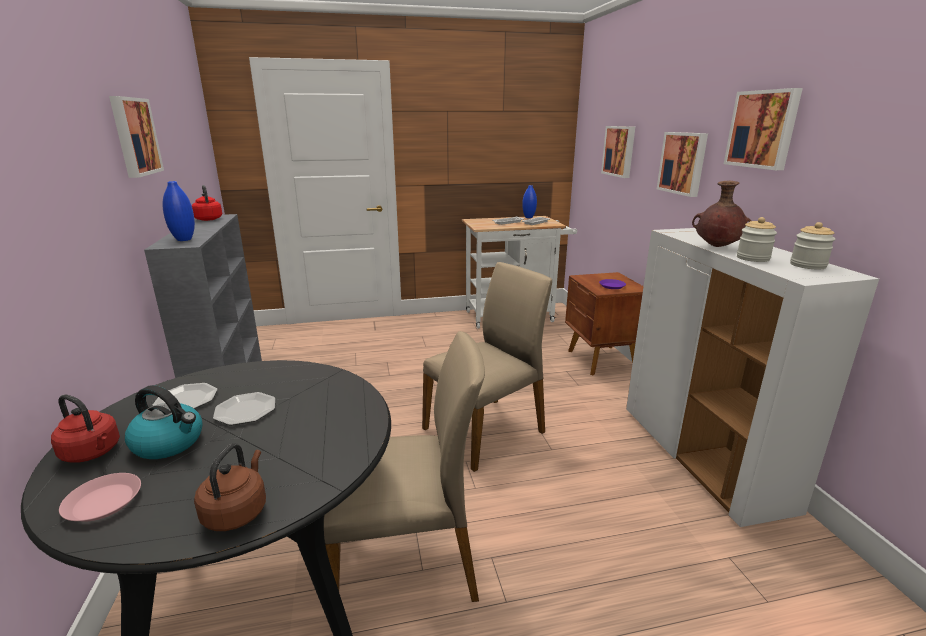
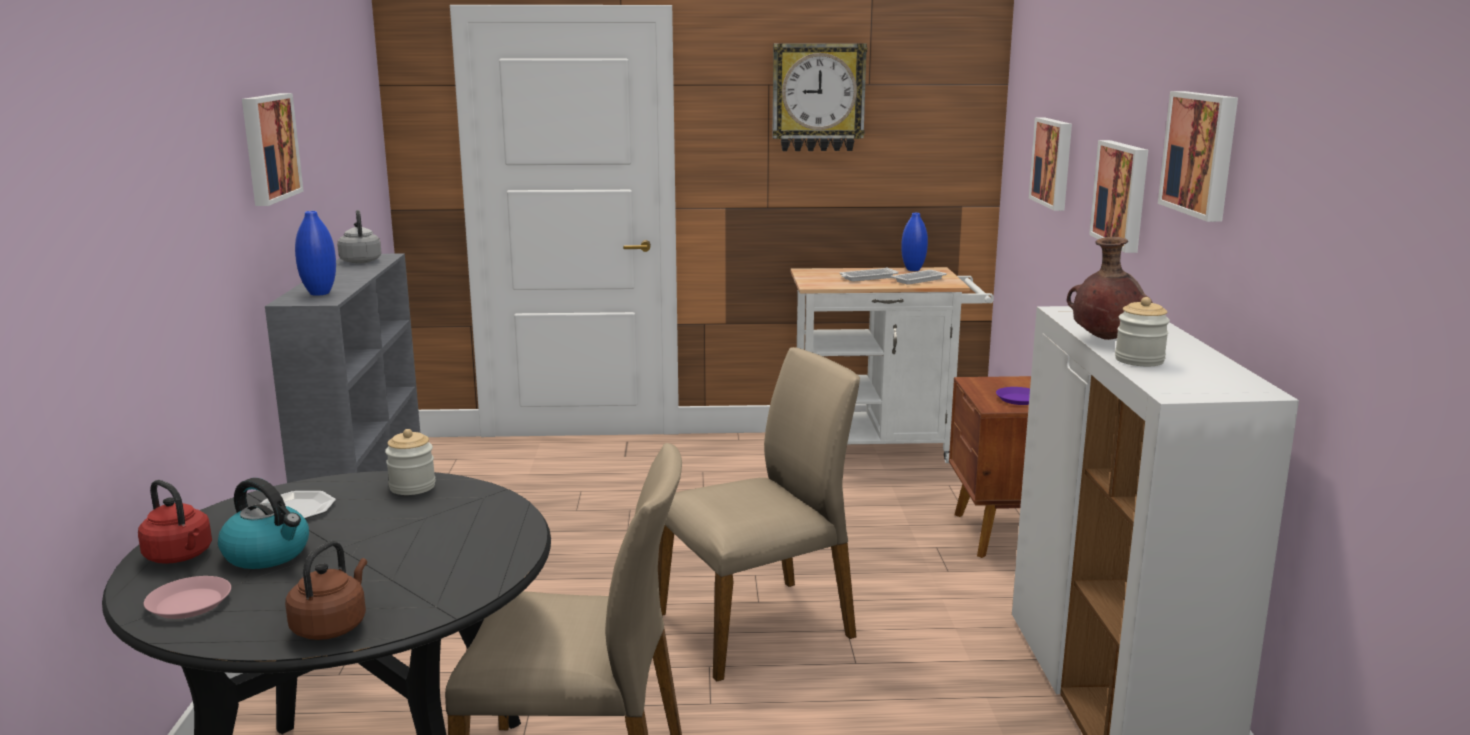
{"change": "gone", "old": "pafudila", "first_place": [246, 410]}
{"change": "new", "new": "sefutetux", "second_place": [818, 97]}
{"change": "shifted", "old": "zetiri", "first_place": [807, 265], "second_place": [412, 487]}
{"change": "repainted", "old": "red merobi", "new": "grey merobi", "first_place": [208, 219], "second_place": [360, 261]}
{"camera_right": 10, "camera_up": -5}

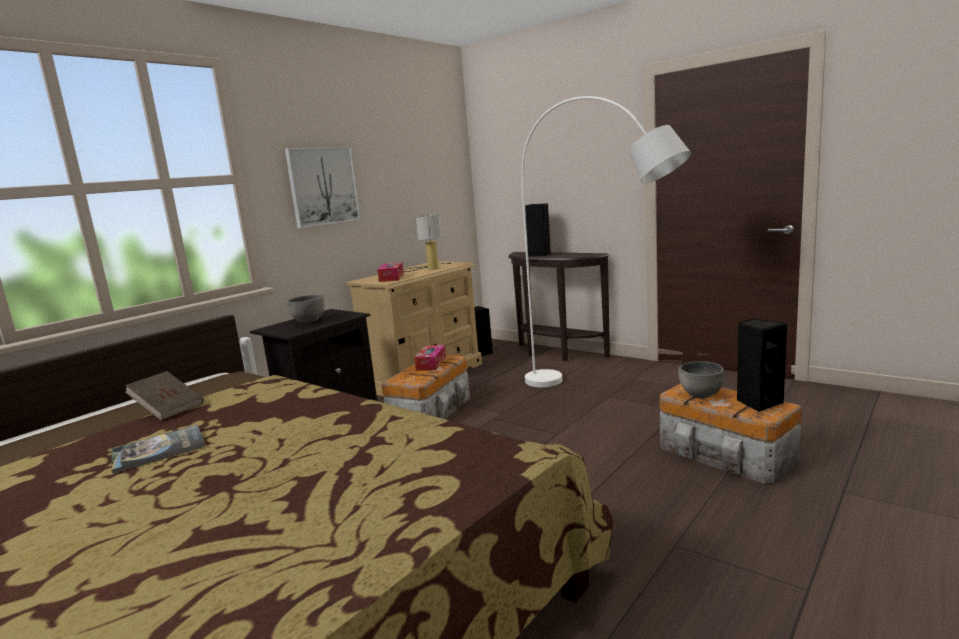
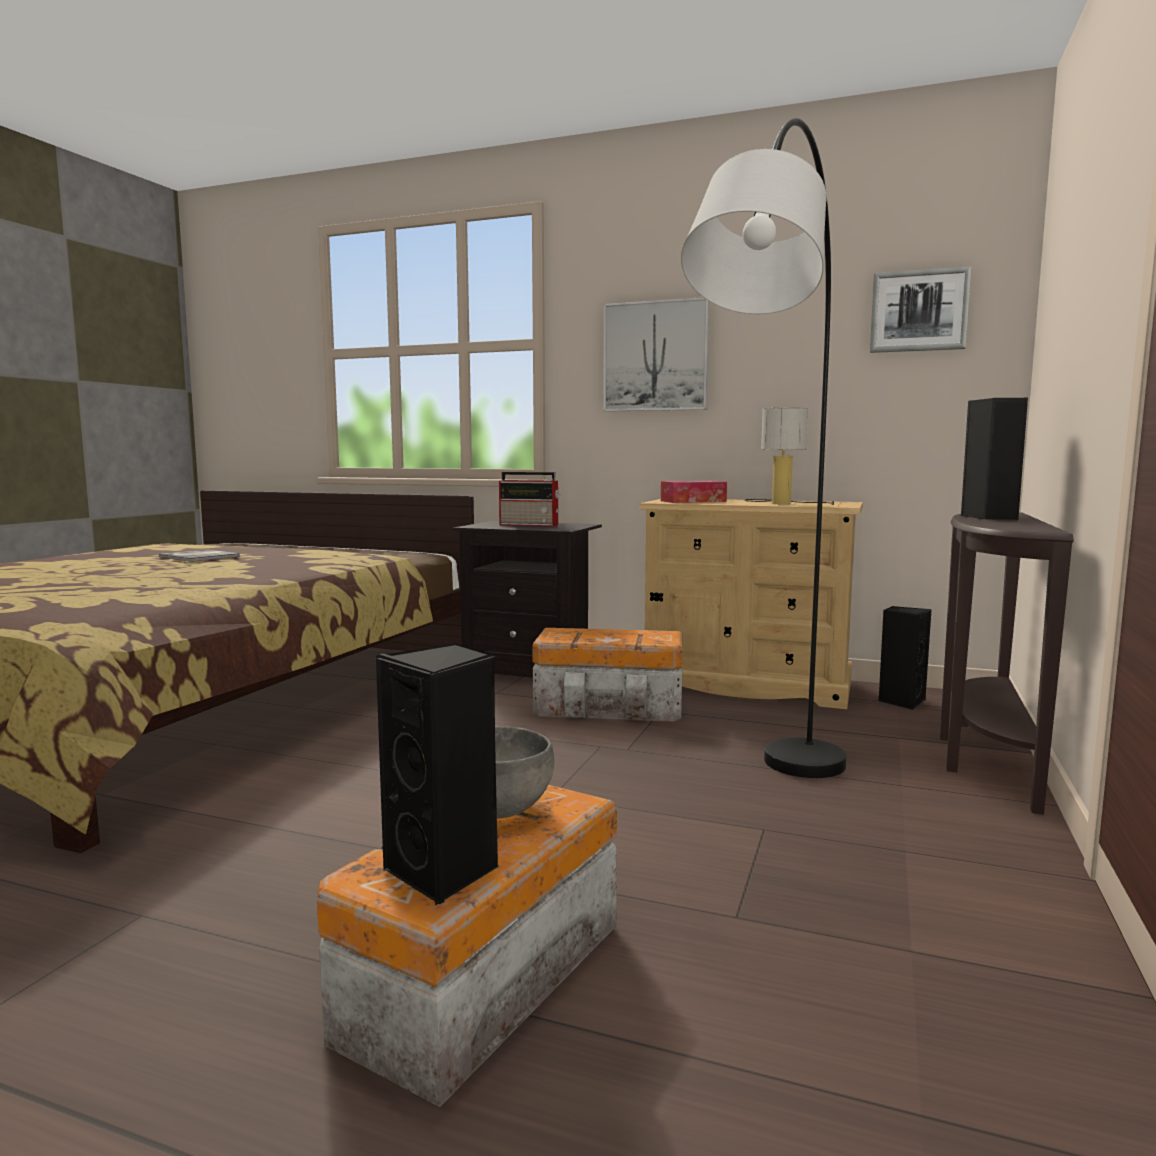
{"change": "gone", "old": "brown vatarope", "first_place": [168, 409]}
{"change": "gone", "old": "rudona", "first_place": [431, 363]}
{"change": "new", "new": "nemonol", "second_place": [919, 311]}
{"change": "swapped", "old": "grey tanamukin", "new": "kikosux", "first_place": [309, 321], "second_place": [530, 525]}
{"change": "repainted", "old": "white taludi", "new": "black taludi", "first_place": [604, 394], "second_place": [773, 823]}
{"camera_right": 70, "camera_up": -5}

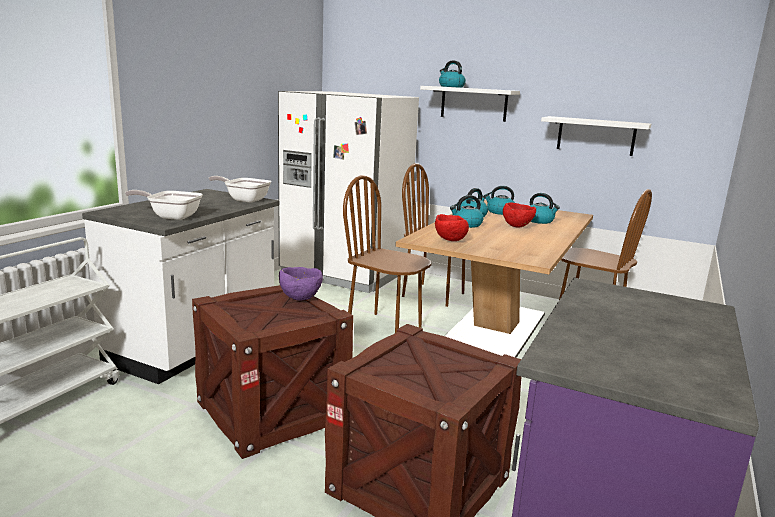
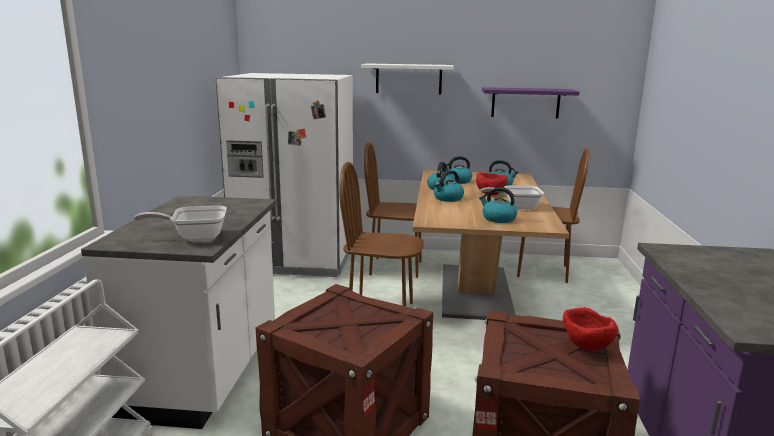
{"change": "gone", "old": "purple tanamukin", "first_place": [300, 297]}
{"change": "shifted", "old": "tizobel", "first_place": [244, 199], "second_place": [517, 206]}
{"change": "shifted", "old": "red tanamukin", "first_place": [449, 240], "second_place": [585, 347]}
{"change": "shifted", "old": "merobi", "first_place": [451, 87], "second_place": [498, 219]}
{"change": "repainted", "old": "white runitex", "new": "purple runitex", "first_place": [596, 136], "second_place": [525, 103]}
{"camera_right": -20, "camera_up": 0}

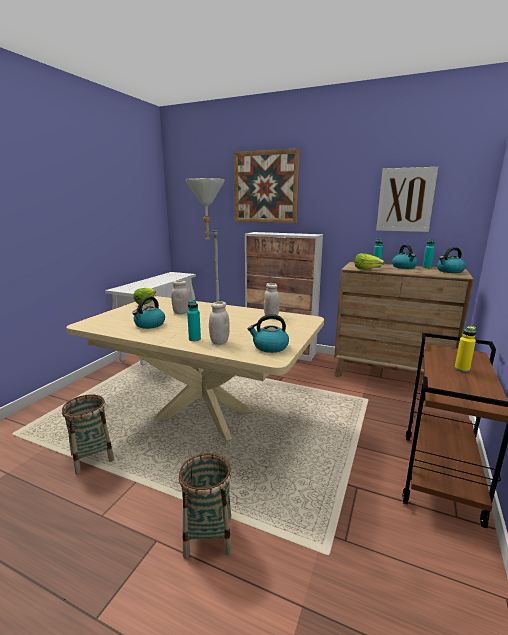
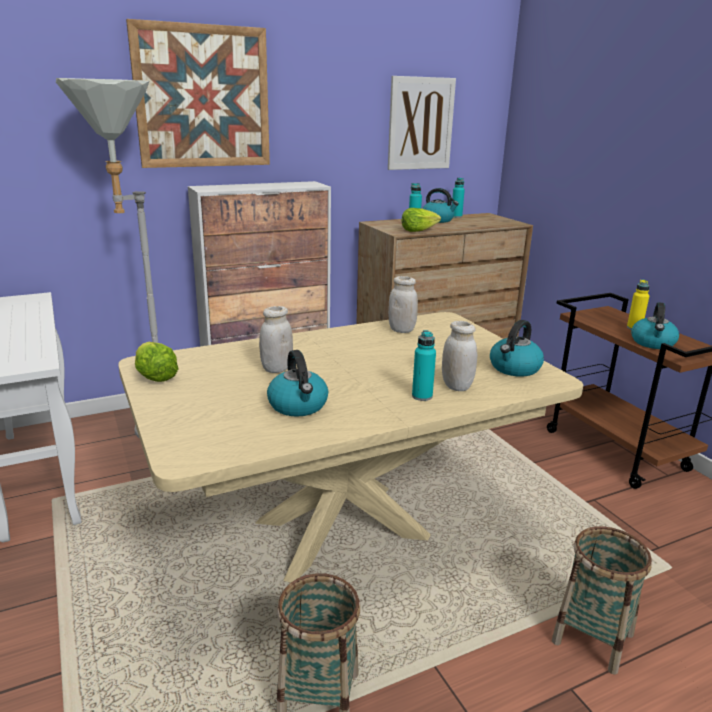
{"change": "shifted", "old": "merobi", "first_place": [449, 271], "second_place": [653, 343]}
{"camera_right": -50, "camera_up": 5}

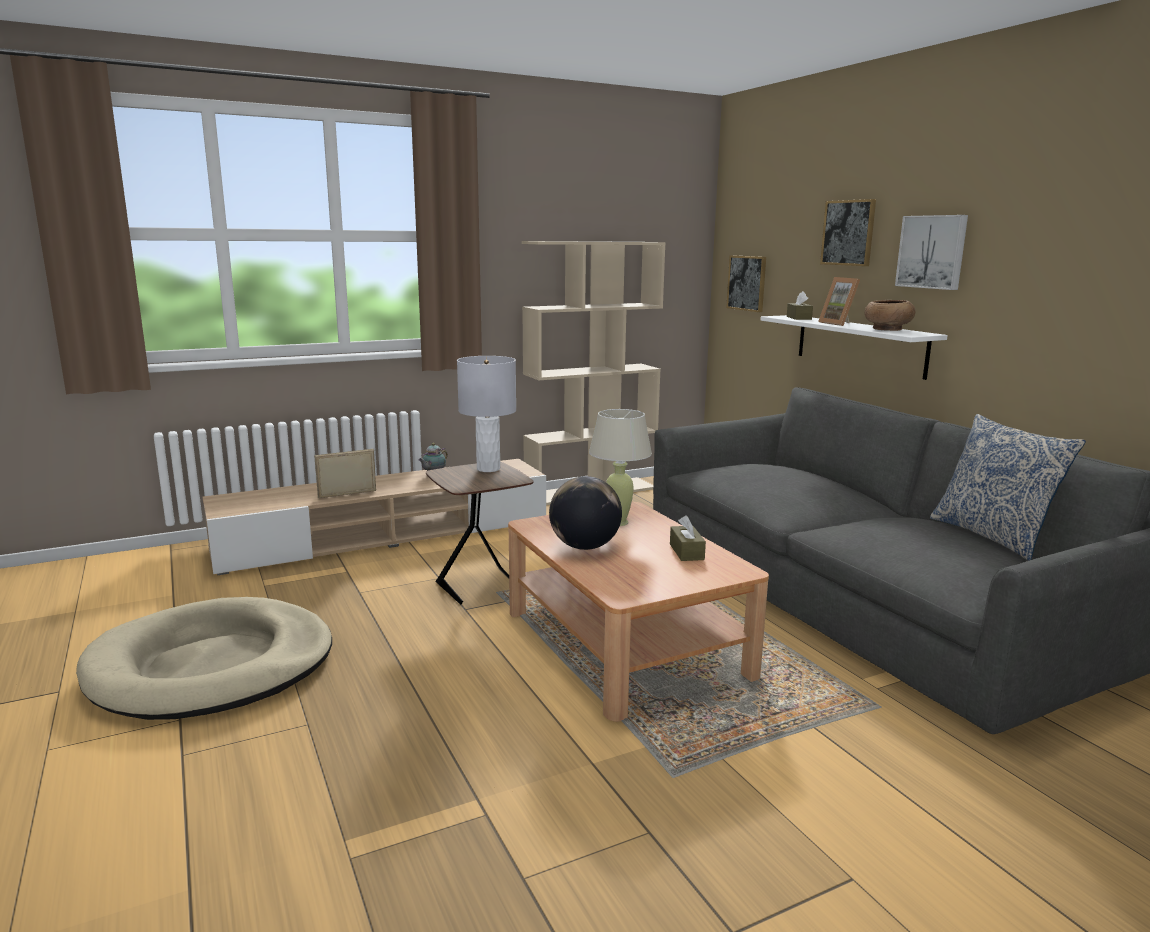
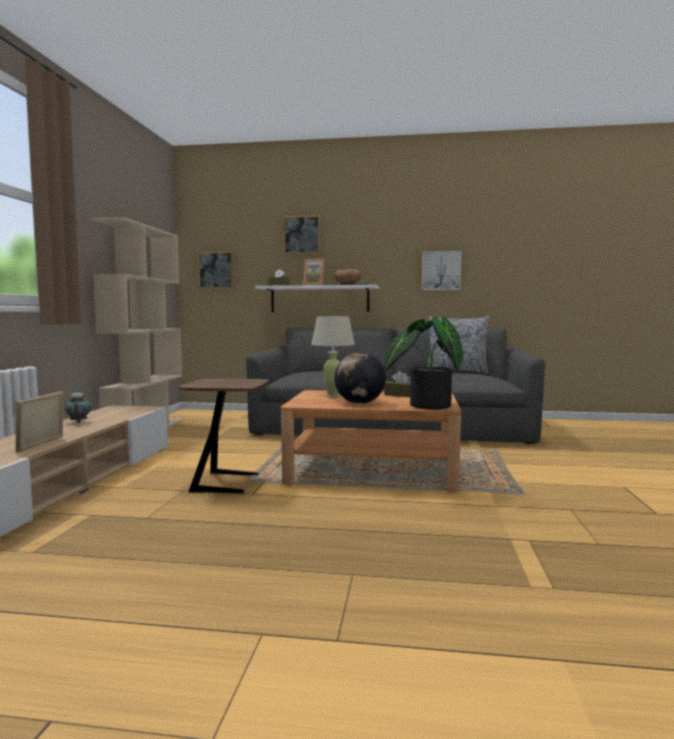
{"change": "gone", "old": "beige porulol", "first_place": [212, 666]}
{"change": "gone", "old": "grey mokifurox", "first_place": [488, 469]}
{"change": "new", "new": "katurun", "second_place": [425, 406]}
{"change": "shifted", "old": "nemonol", "first_place": [932, 252], "second_place": [441, 271]}
{"camera_right": -55, "camera_up": -10}

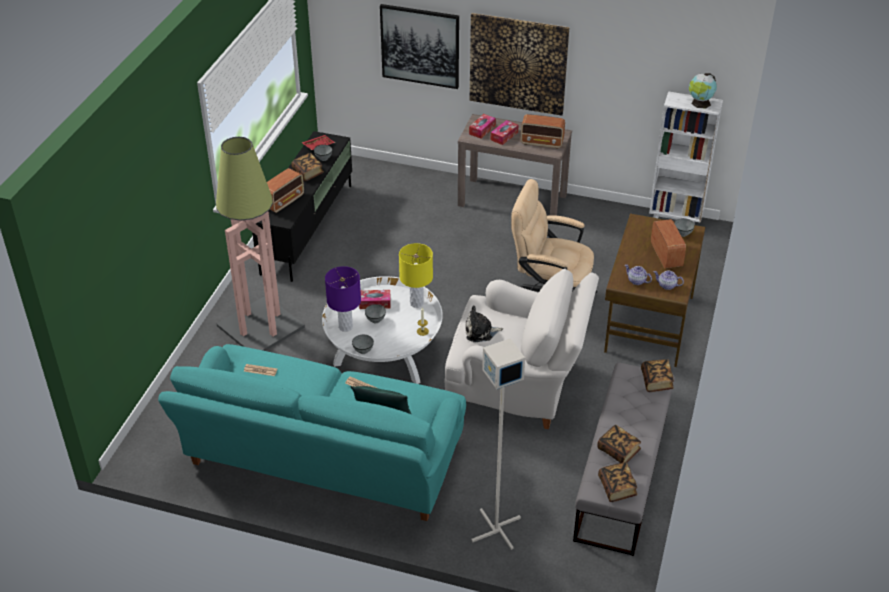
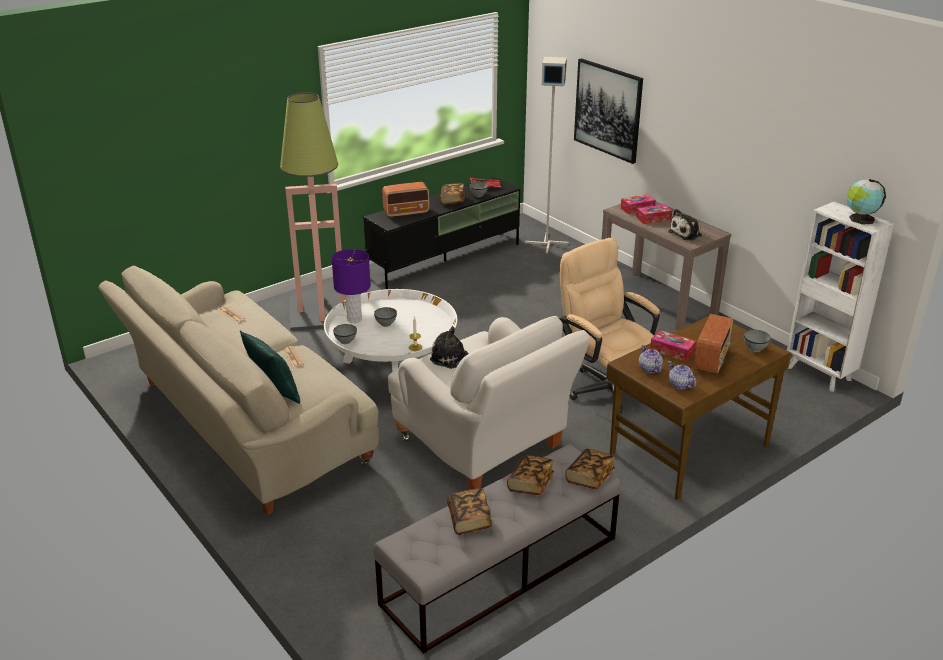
{"change": "gone", "old": "yellow mokifurox", "first_place": [416, 303]}
{"change": "gone", "old": "nemonol", "first_place": [518, 64]}
{"change": "shifted", "old": "rudona", "first_place": [375, 303], "second_place": [672, 351]}
{"change": "shifted", "old": "grey taludi", "first_place": [495, 529], "second_place": [546, 243]}
{"change": "shifted", "old": "vatarope", "first_place": [617, 488], "second_place": [530, 484]}
{"change": "swapped", "old": "kikosux", "new": "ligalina", "first_place": [542, 143], "second_place": [687, 234]}
{"change": "repainted", "old": "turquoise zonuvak", "new": "beige zonuvak", "first_place": [322, 460], "second_place": [244, 425]}
{"camera_right": 35, "camera_up": -10}

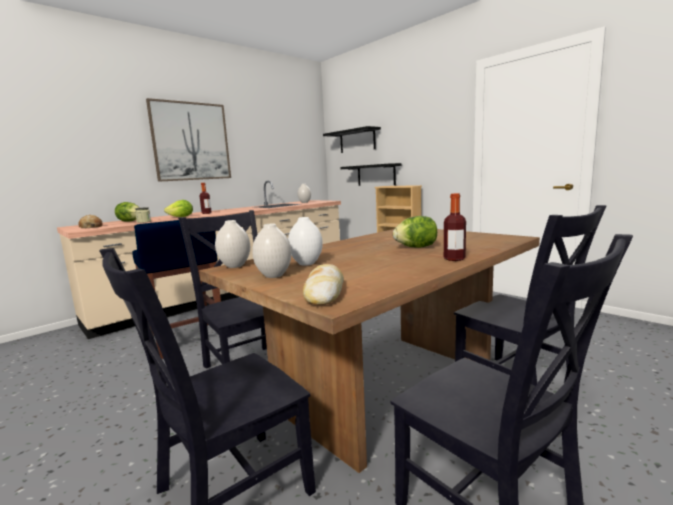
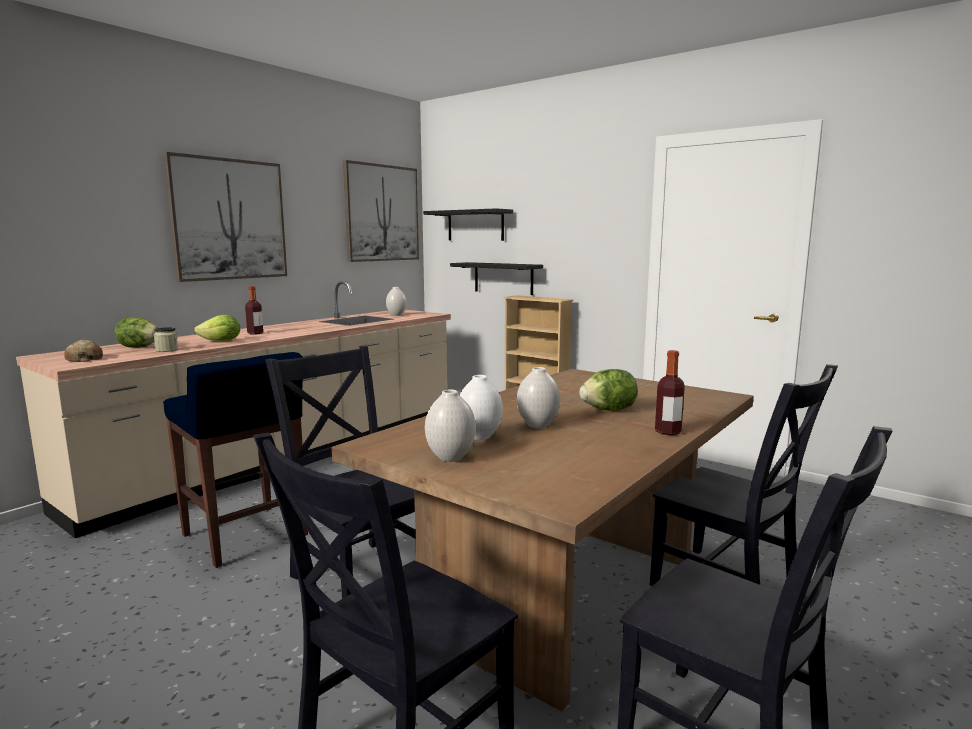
{"change": "gone", "old": "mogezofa", "first_place": [325, 293]}
{"change": "new", "new": "nemonol", "second_place": [382, 213]}
{"change": "shifted", "old": "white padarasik", "first_place": [234, 266], "second_place": [537, 426]}
{"camera_right": -10, "camera_up": 0}

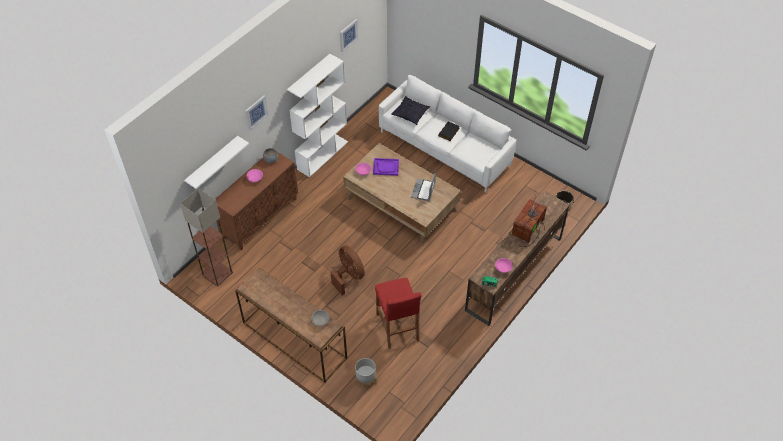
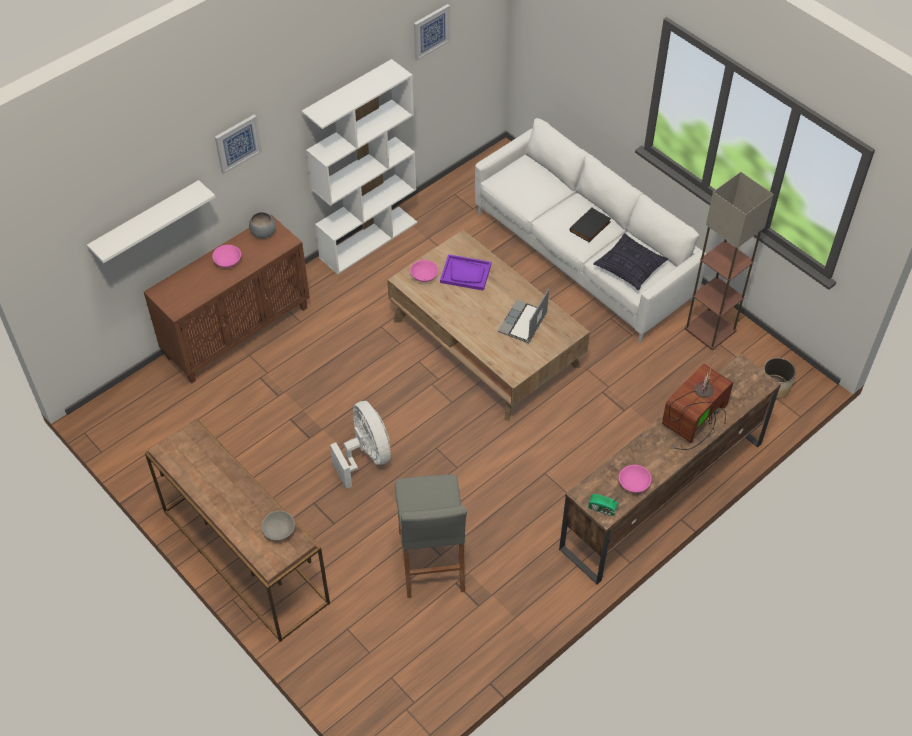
{"change": "gone", "old": "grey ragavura", "first_place": [365, 380]}
{"change": "shifted", "old": "taludi", "first_place": [218, 273], "second_place": [711, 329]}
{"change": "shifted", "old": "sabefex", "first_place": [410, 114], "second_place": [630, 268]}
{"change": "repainted", "old": "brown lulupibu", "new": "white lulupibu", "first_place": [349, 276], "second_place": [366, 456]}
{"change": "repainted", "old": "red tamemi", "new": "grey tamemi", "first_place": [397, 327], "second_place": [431, 561]}
{"camera_right": 10, "camera_up": 0}

